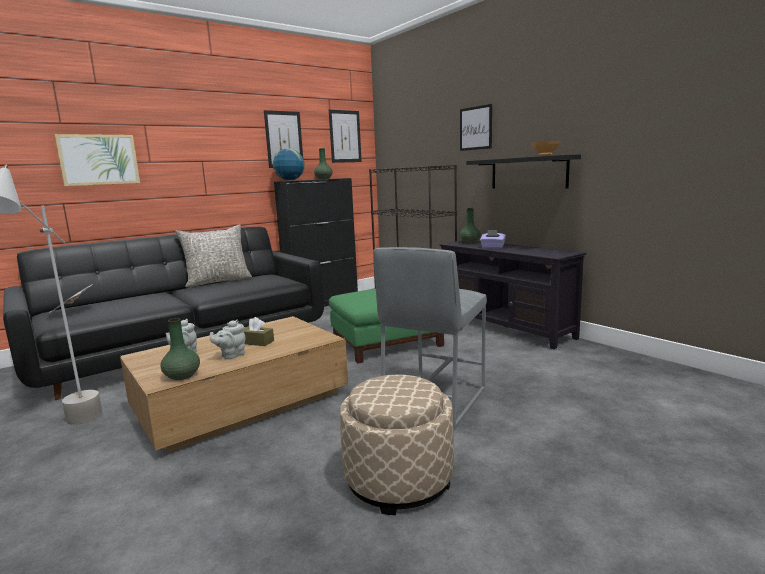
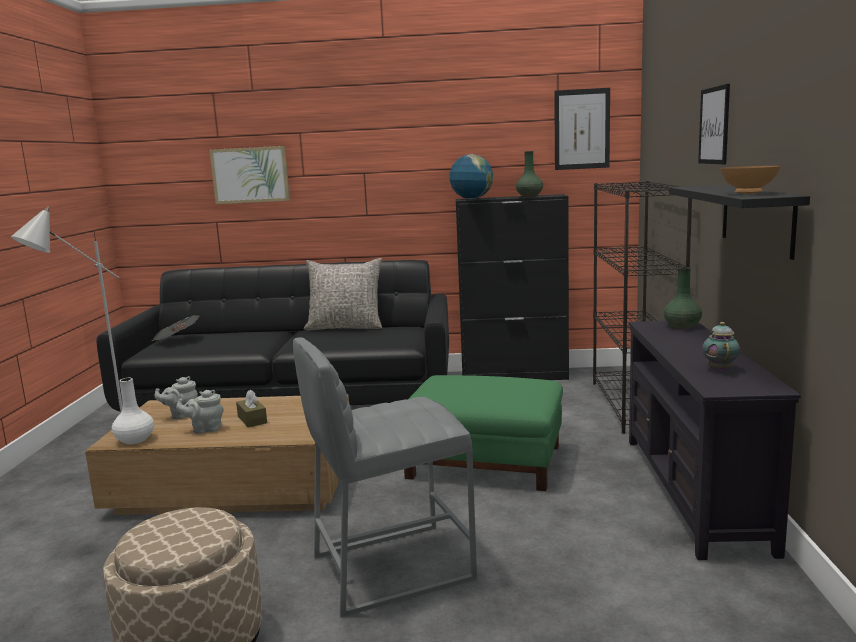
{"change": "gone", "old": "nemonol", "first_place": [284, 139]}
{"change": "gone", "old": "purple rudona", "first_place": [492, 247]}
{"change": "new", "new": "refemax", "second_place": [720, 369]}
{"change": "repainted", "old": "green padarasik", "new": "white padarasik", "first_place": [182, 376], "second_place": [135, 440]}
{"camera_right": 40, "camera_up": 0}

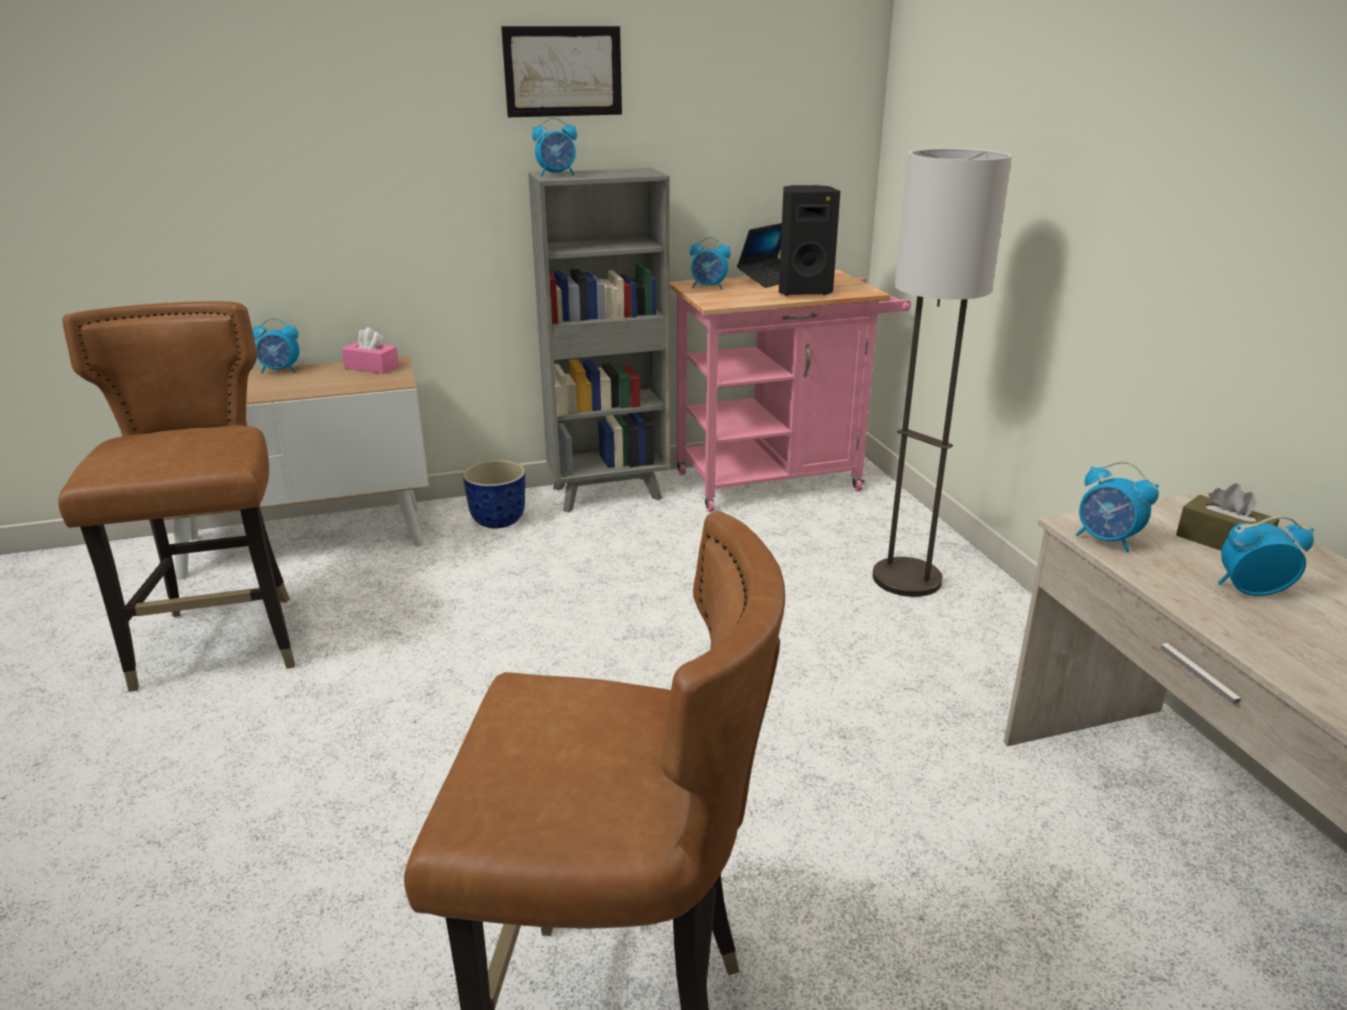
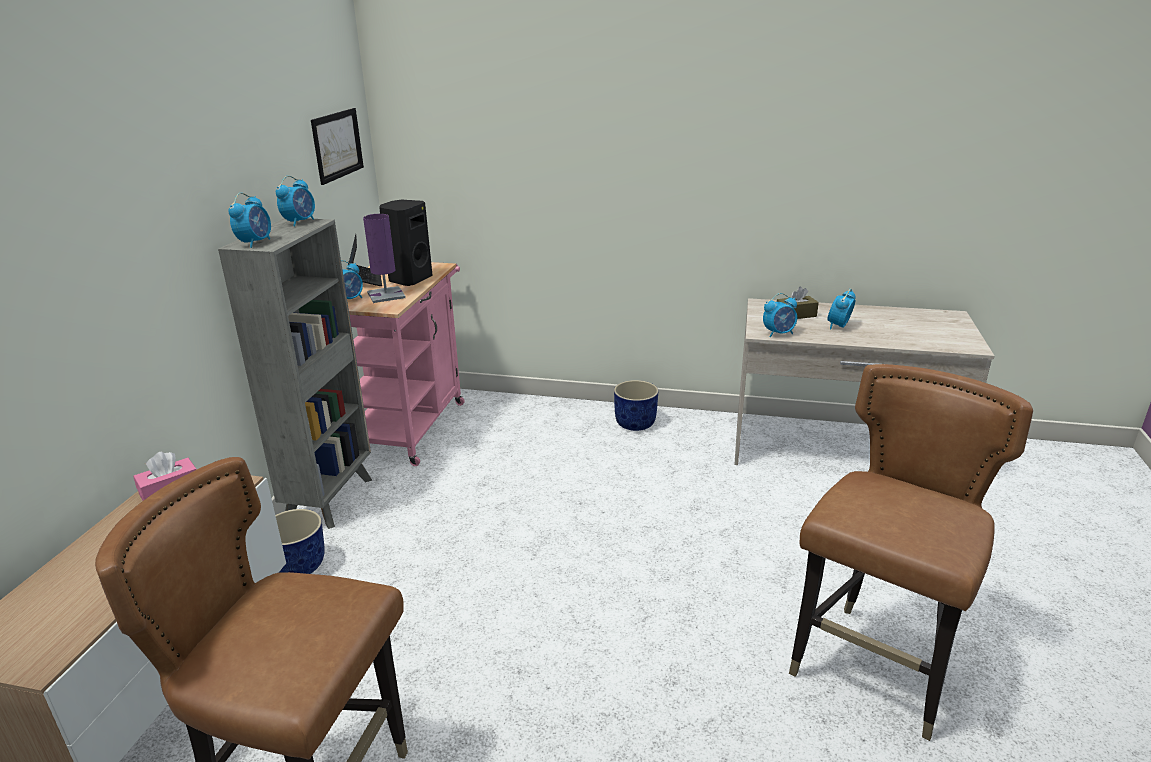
{"change": "gone", "old": "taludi", "first_place": [907, 579]}
{"change": "new", "new": "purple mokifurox", "second_place": [386, 295]}
{"change": "new", "new": "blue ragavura", "second_place": [636, 423]}
{"change": "shifted", "old": "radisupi", "first_place": [281, 371], "second_place": [300, 222]}
{"change": "shifted", "old": "nemonol", "first_place": [563, 71], "second_place": [337, 145]}
{"camera_right": -60, "camera_up": 0}

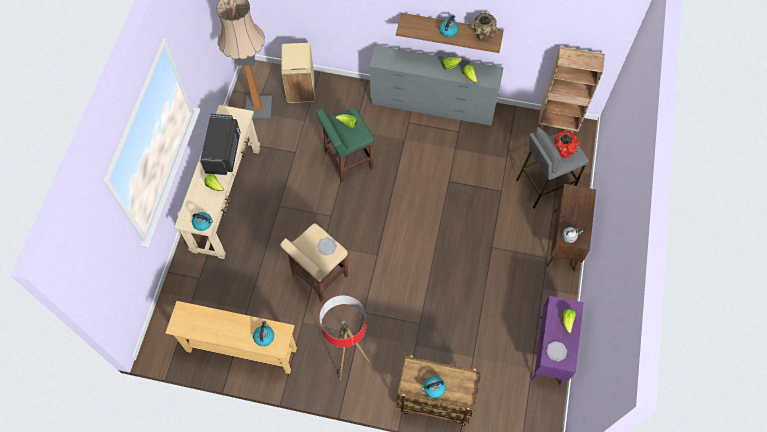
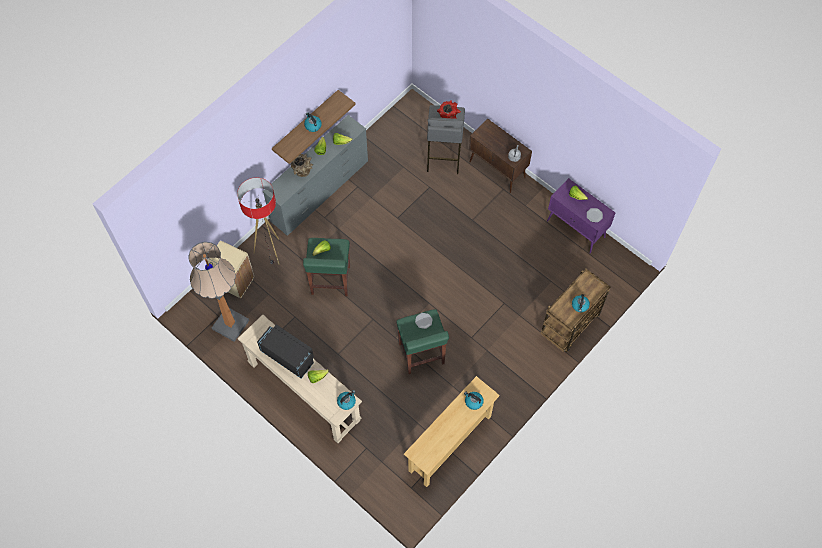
{"change": "gone", "old": "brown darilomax", "first_place": [557, 126]}
{"change": "shifted", "old": "taludi", "first_place": [348, 362], "second_place": [270, 252]}
{"change": "shifted", "old": "brown padarasik", "first_place": [482, 38], "second_place": [302, 173]}
{"change": "repainted", "old": "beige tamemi", "new": "green tamemi", "first_place": [319, 276], "second_place": [421, 354]}
{"camera_right": -60, "camera_up": 0}

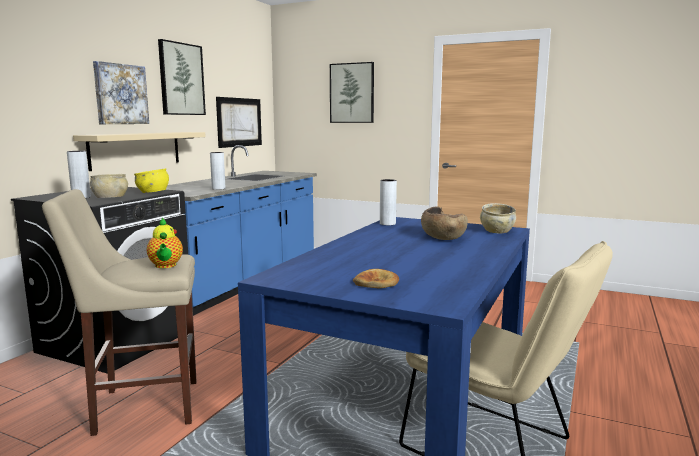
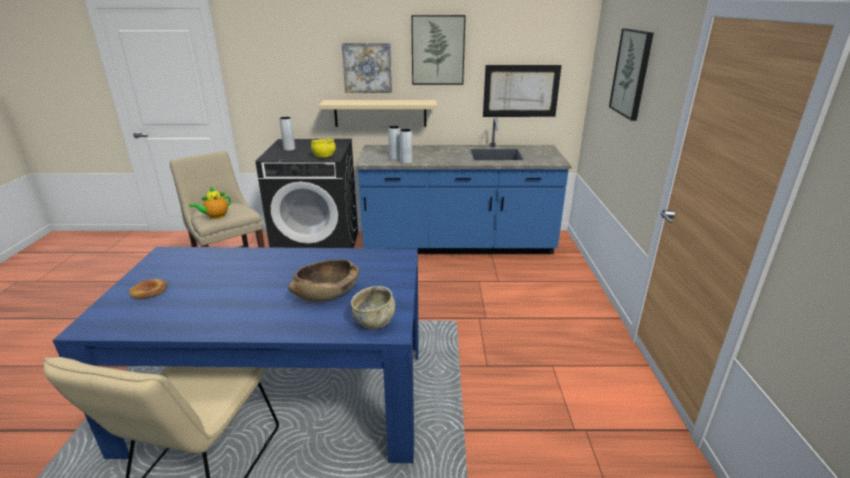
{"change": "gone", "old": "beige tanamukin", "first_place": [110, 198]}
{"change": "shifted", "old": "grey padarasik", "first_place": [387, 223], "second_place": [395, 158]}
{"camera_right": 65, "camera_up": 15}

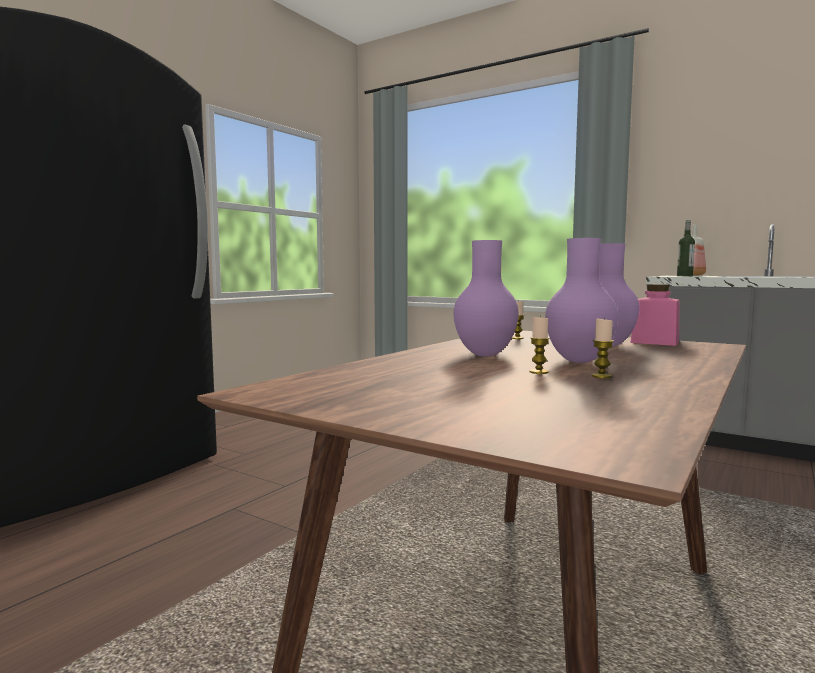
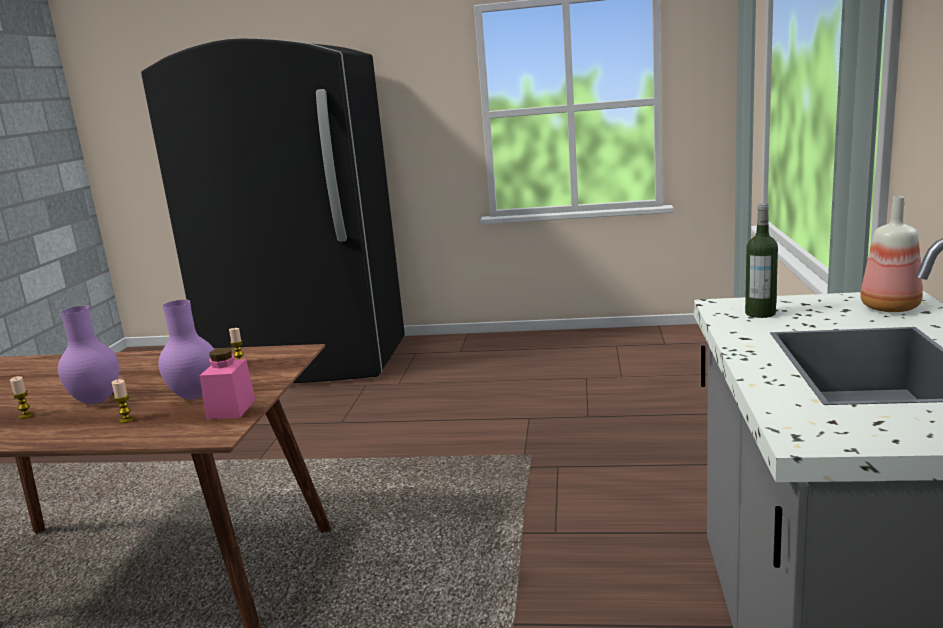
{"change": "gone", "old": "purple padarasik", "first_place": [484, 355]}
{"change": "shifted", "old": "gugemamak", "first_place": [538, 372], "second_place": [126, 420]}
{"camera_right": 65, "camera_up": 10}

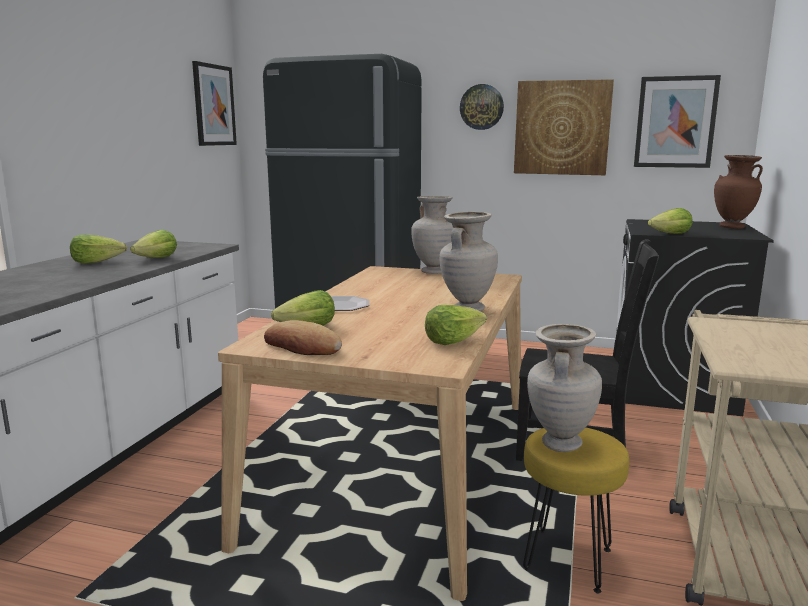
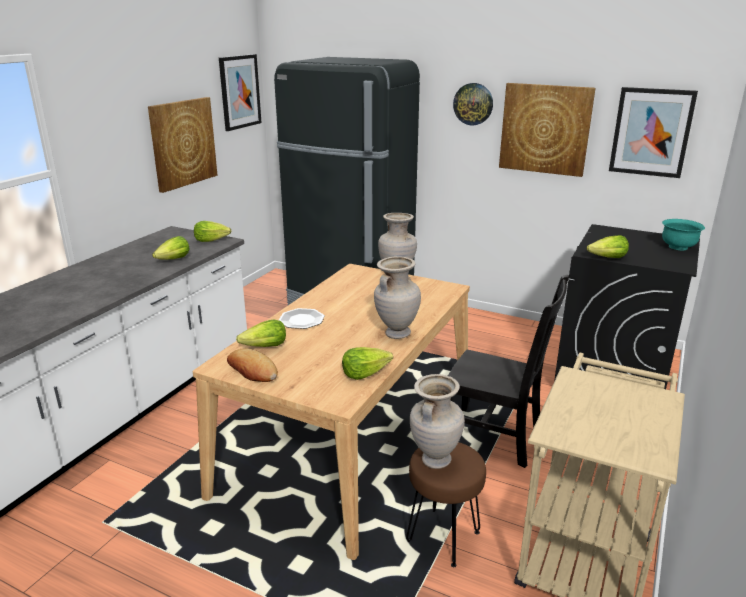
{"change": "new", "new": "nemonol", "second_place": [183, 143]}
{"change": "shifted", "old": "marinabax", "first_place": [97, 262], "second_place": [211, 240]}
{"change": "swapped", "old": "brown padarasik", "new": "turquoise tanamukin", "first_place": [732, 227], "second_place": [678, 247]}
{"change": "repainted", "old": "yellow tamemi", "new": "brown tamemi", "first_place": [568, 561], "second_place": [443, 538]}
{"camera_right": 10, "camera_up": 10}

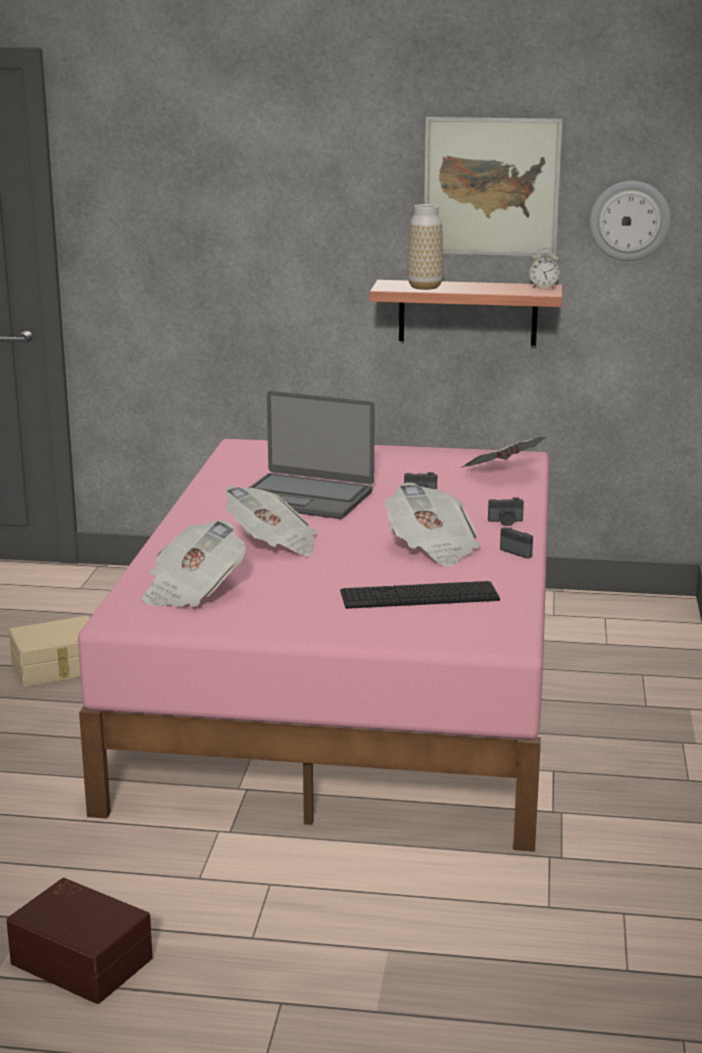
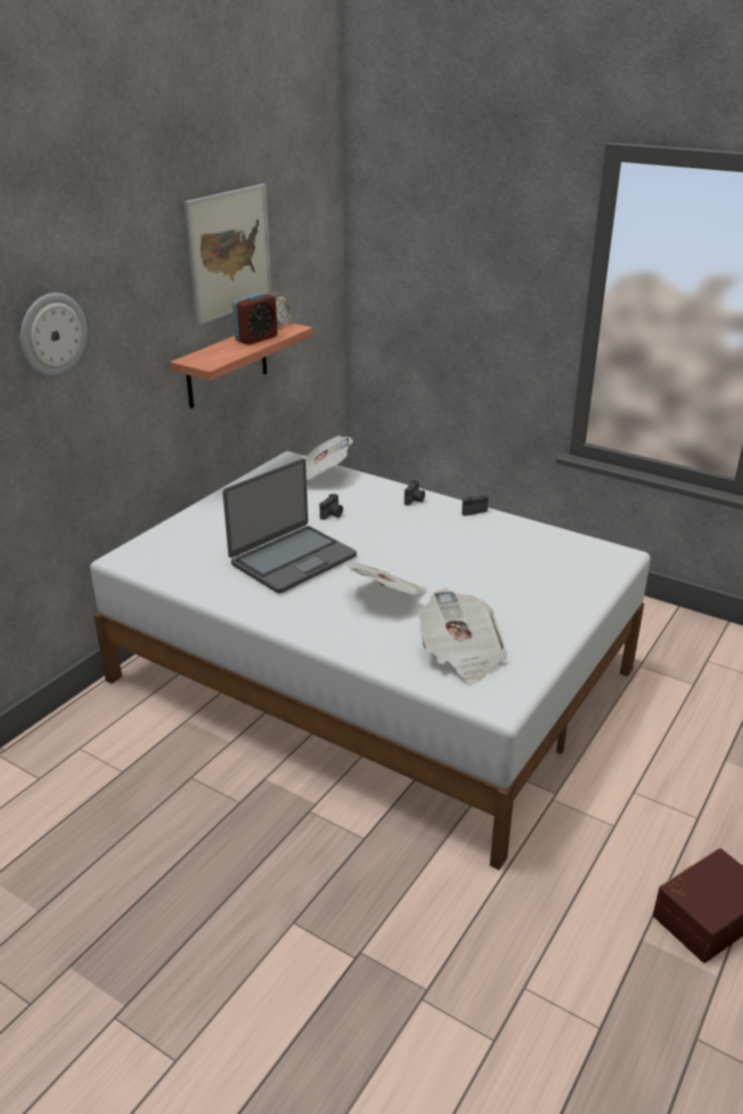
{"change": "gone", "old": "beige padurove", "first_place": [58, 668]}
{"change": "gone", "old": "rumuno", "first_place": [419, 595]}
{"change": "gone", "old": "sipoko", "first_place": [432, 549]}
{"change": "gone", "old": "padarasik", "first_place": [424, 287]}
{"change": "new", "new": "radisupi", "second_place": [256, 339]}
{"change": "shifted", "old": "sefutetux", "first_place": [629, 220], "second_place": [52, 334]}
{"change": "repainted", "old": "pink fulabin", "new": "white fulabin", "first_place": [352, 686], "second_place": [372, 674]}
{"camera_right": -65, "camera_up": 10}

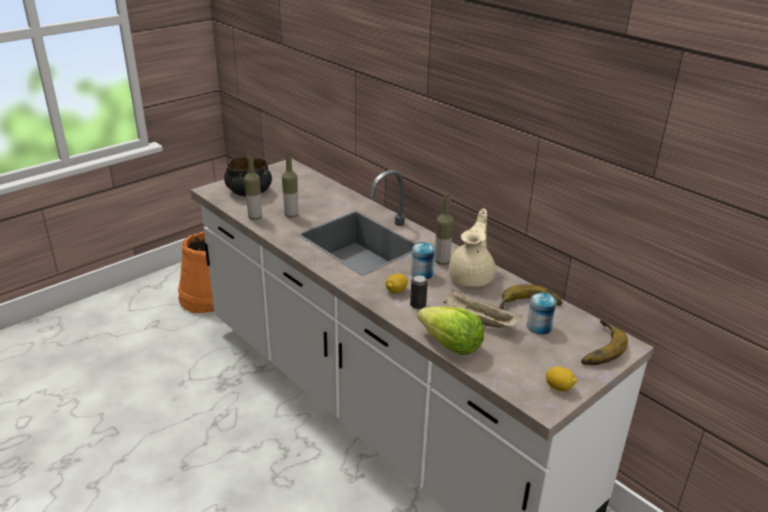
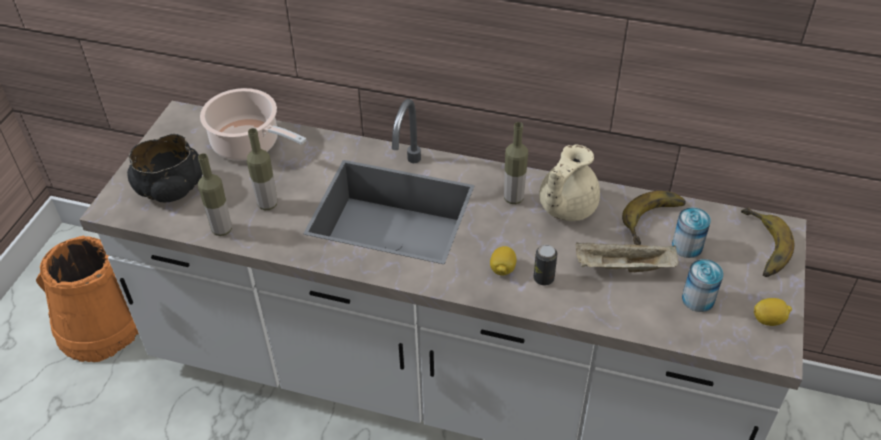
{"change": "gone", "old": "marinabax", "first_place": [450, 345]}
{"change": "new", "new": "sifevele", "second_place": [249, 144]}
{"change": "shifted", "old": "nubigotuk", "first_place": [422, 273], "second_place": [698, 299]}
{"change": "rotated", "old": "beige refemax", "first_place": [472, 277], "second_place": [565, 207], "degrees": -135}
{"camera_right": -30, "camera_up": 15}

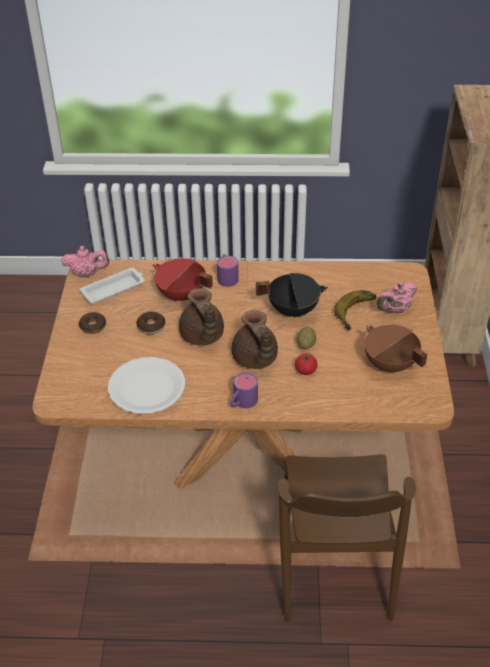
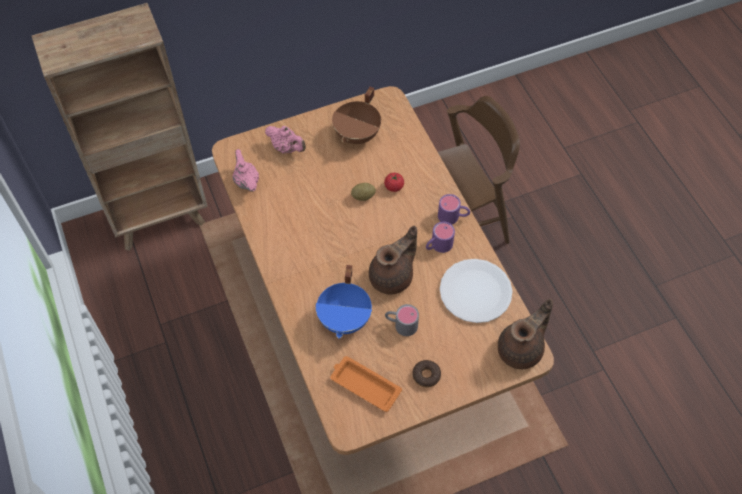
{"change": "gone", "old": "black sifevele", "first_place": [293, 309]}
{"change": "gone", "old": "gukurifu", "first_place": [359, 313]}
{"change": "shifted", "old": "pink refemax", "first_place": [87, 273], "second_place": [246, 181]}
{"change": "shifted", "old": "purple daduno", "first_place": [227, 276], "second_place": [438, 246]}
{"change": "shifted", "old": "brown refemax", "first_place": [255, 359], "second_place": [521, 349]}
{"change": "swapped", "old": "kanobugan", "new": "grey daduno", "first_place": [151, 326], "second_place": [401, 324]}
{"change": "repainted", "old": "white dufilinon", "new": "orange dufilinon", "first_place": [114, 289], "second_place": [364, 385]}
{"change": "repainted", "old": "red sifevele", "new": "blue sifevele", "first_place": [181, 295], "second_place": [345, 319]}
{"camera_right": -115, "camera_up": 15}

